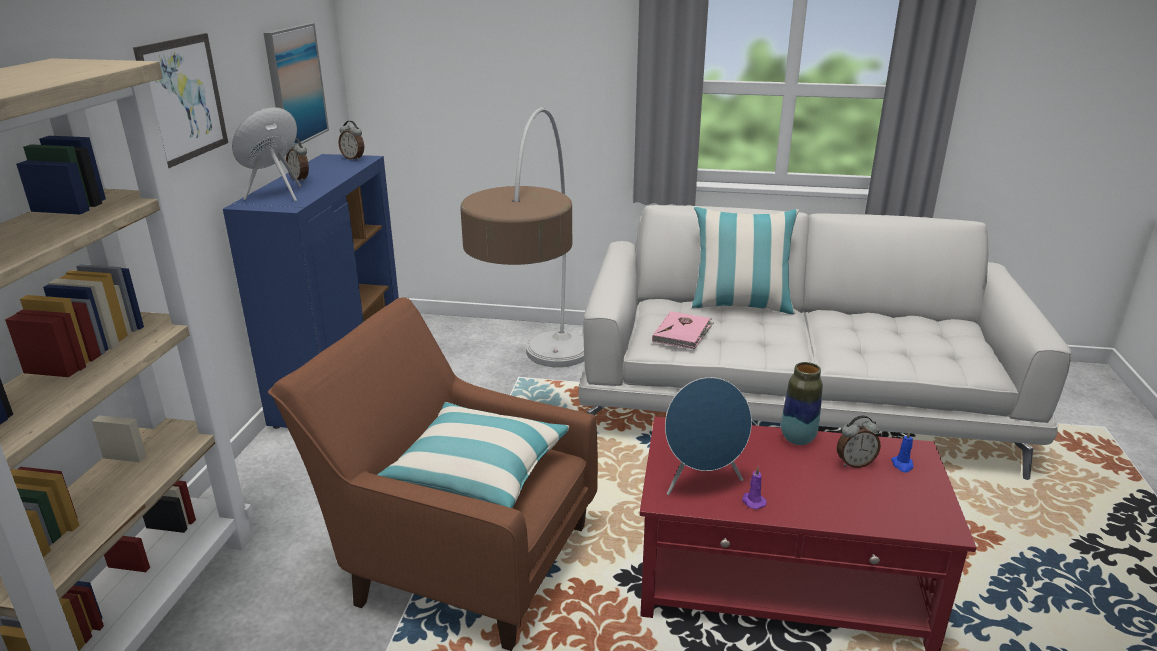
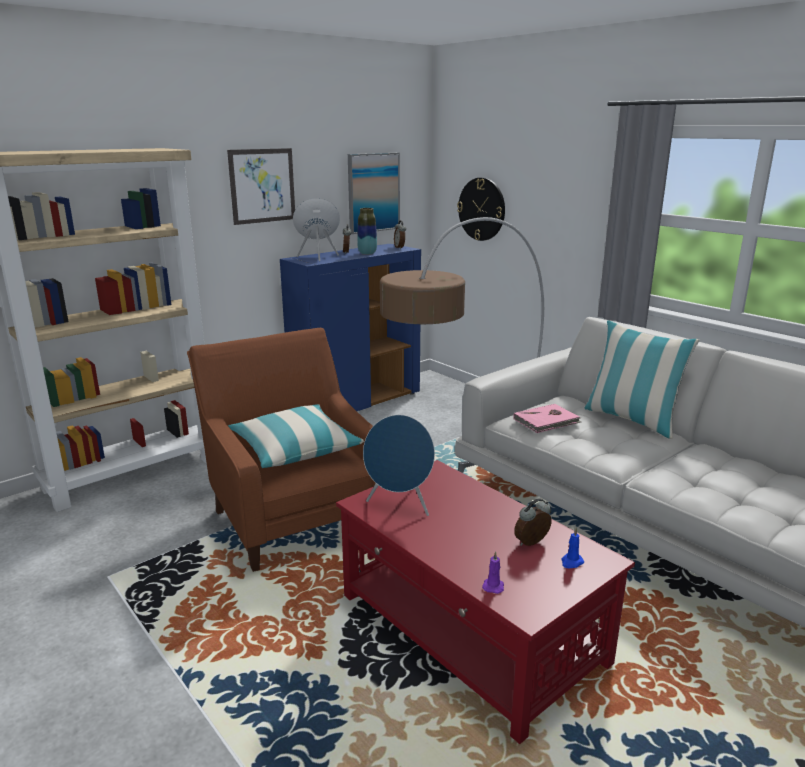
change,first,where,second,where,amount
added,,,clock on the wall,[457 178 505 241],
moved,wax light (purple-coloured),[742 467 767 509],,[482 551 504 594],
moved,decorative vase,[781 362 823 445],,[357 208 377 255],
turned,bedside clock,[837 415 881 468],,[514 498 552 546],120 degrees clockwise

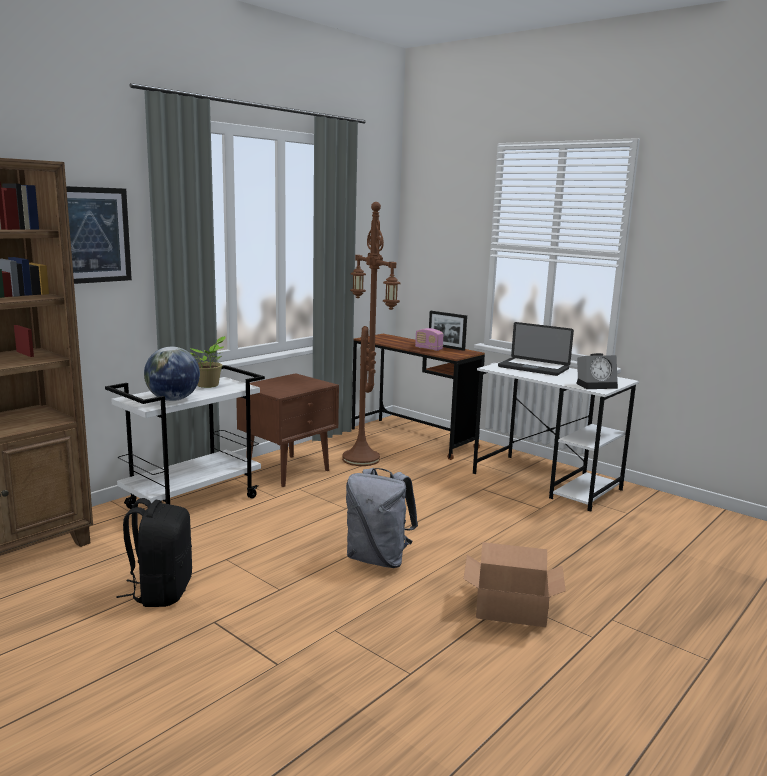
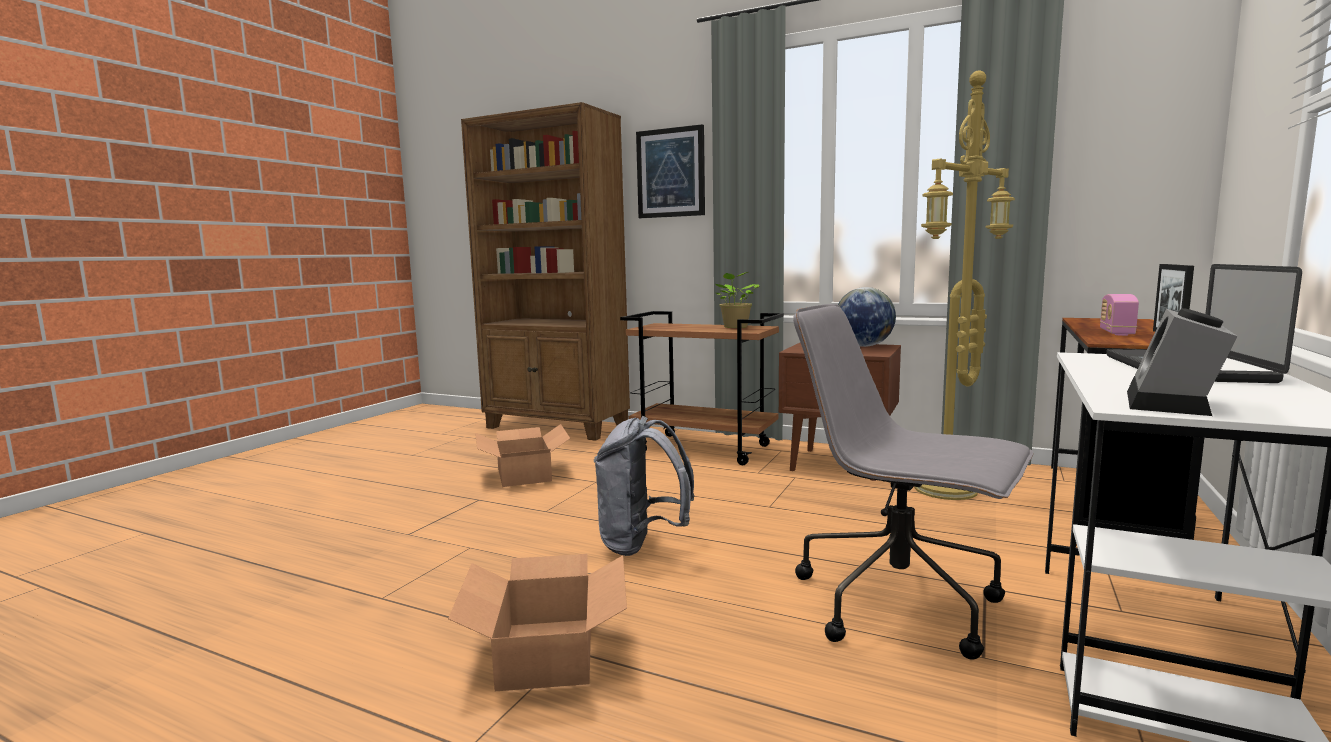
change,first,where,second,where,amount
added,,,office chair (greyish),[793 304 1033 660],
moved,desk globe,[144 347 200 401],,[838 287 896 347],
replaced,knapsack (black),[117 498 192 607],carton,[475 424 570 487],
recoloured,cart (whitish),[105 365 265 509],cart (brownish),[620 311 784 465],
recoloured,standing lamp (brownish),[342 202 401 466],standing lamp (yellowish),[914 70 1015 500],
turned,bedside clock,[576 353 618 389],,[1127 308 1238 416],60 degrees clockwise

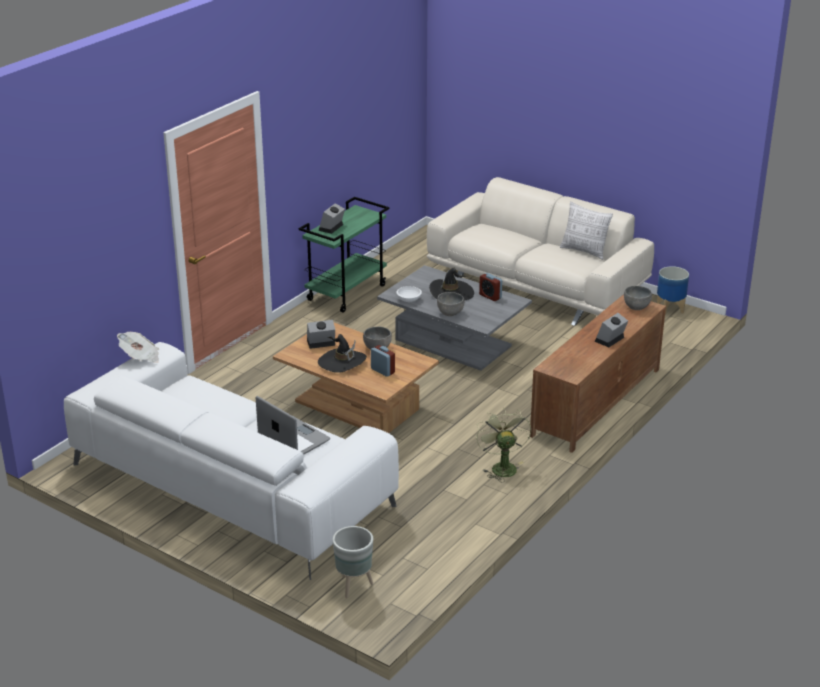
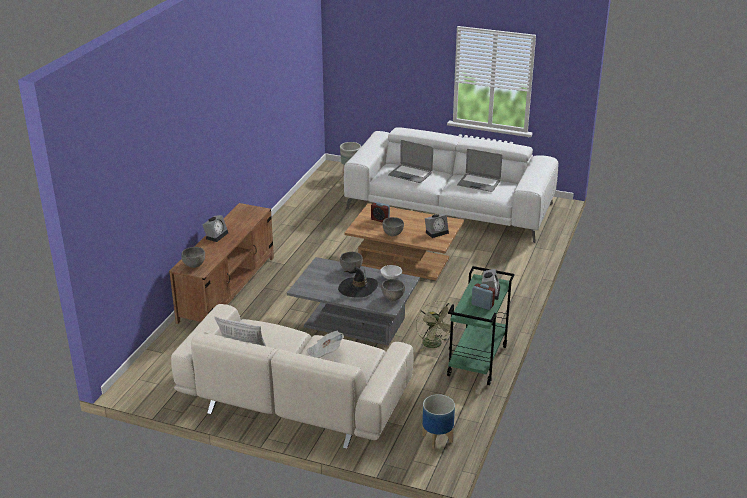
change,first,where,second,where,amount
removed,wearable hat (black),[318 334 367 373],,,
added,,,serving bowl (greyish),[381 279 405 301],
added,,,laptop,[457 149 502 192],
moved,newspaper,[117 332 159 363],,[307 331 344 358],
moved,fan (green),[476 408 531 482],,[416 301 458 351],
moved,bedside clock,[479 273 502 301],,[472 283 495 310],
moved,planter,[657 266 689 315],,[422 394 455 449],

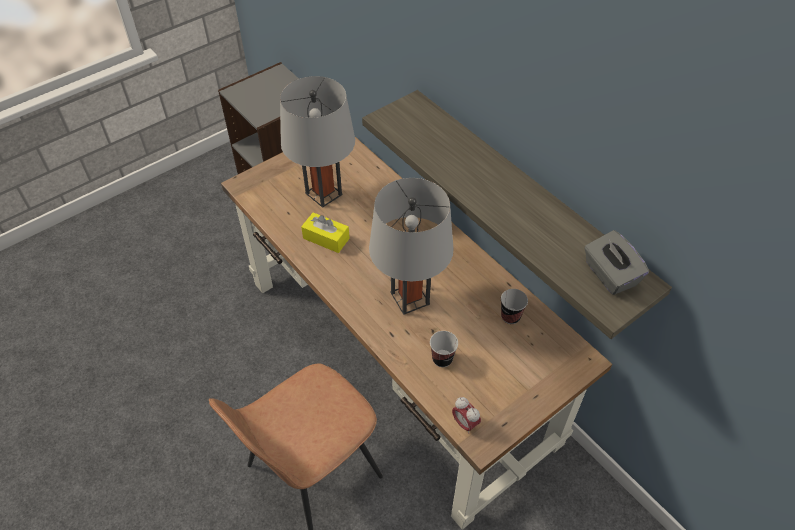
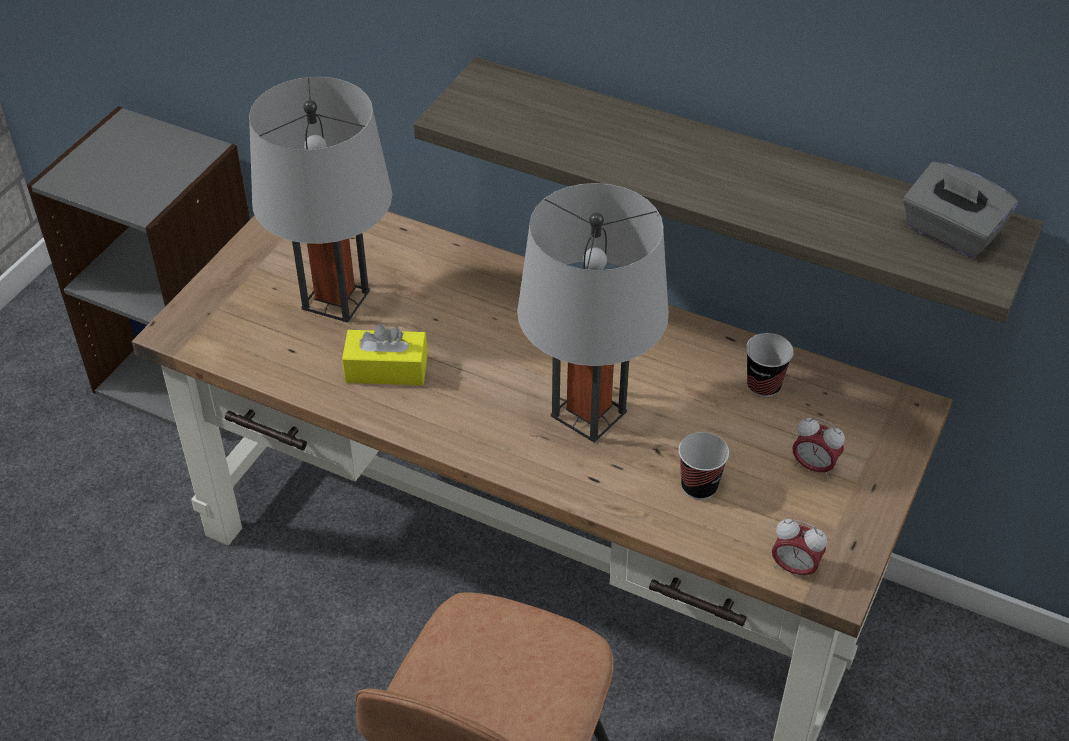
change,first,where,second,where,amount
added,,,bedside clock,[792 417 845 478],

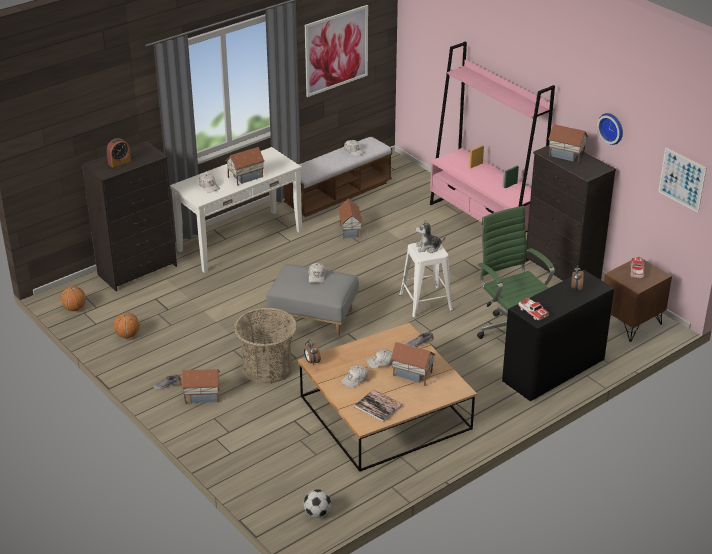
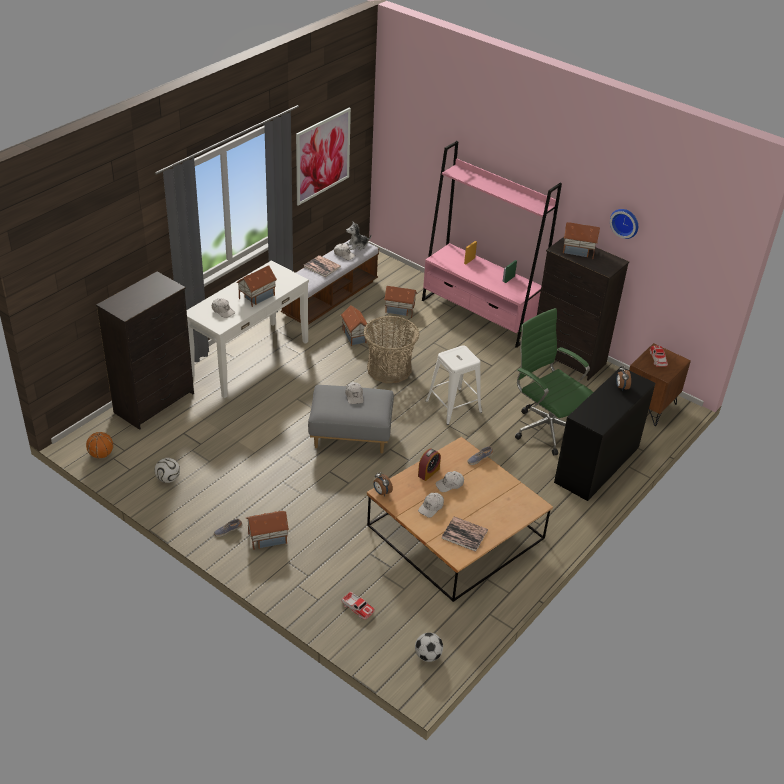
change,first,where,second,where,amount
removed,wall picture,[658 147 707 213],,,
added,,,book,[304 255 341 277],
moved,bedside clock,[107 138 131 168],,[418 449 441 481],
moved,basket,[234 308 297 384],,[363 316 419 383],
moved,miniature house,[390 342 436 386],,[384 286 417 318],
moved,soft toy,[415 219 446 253],,[346 222 371 250],
moved,toy car,[518 298 549 320],,[341 592 374 620],
replaced,basketball ball,[114 312 140 338],football,[154 458 180 483],

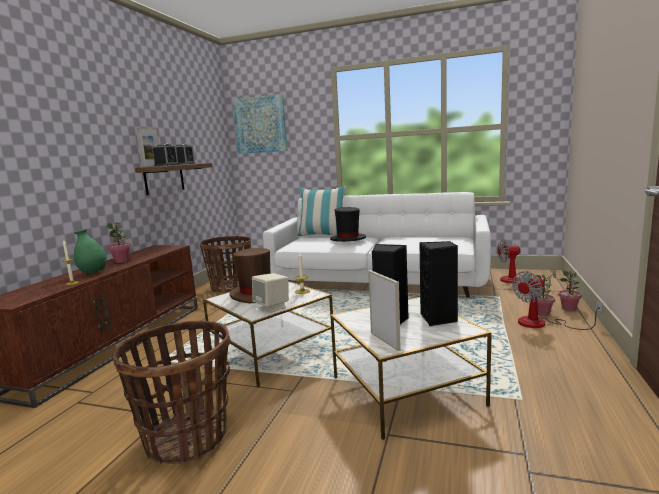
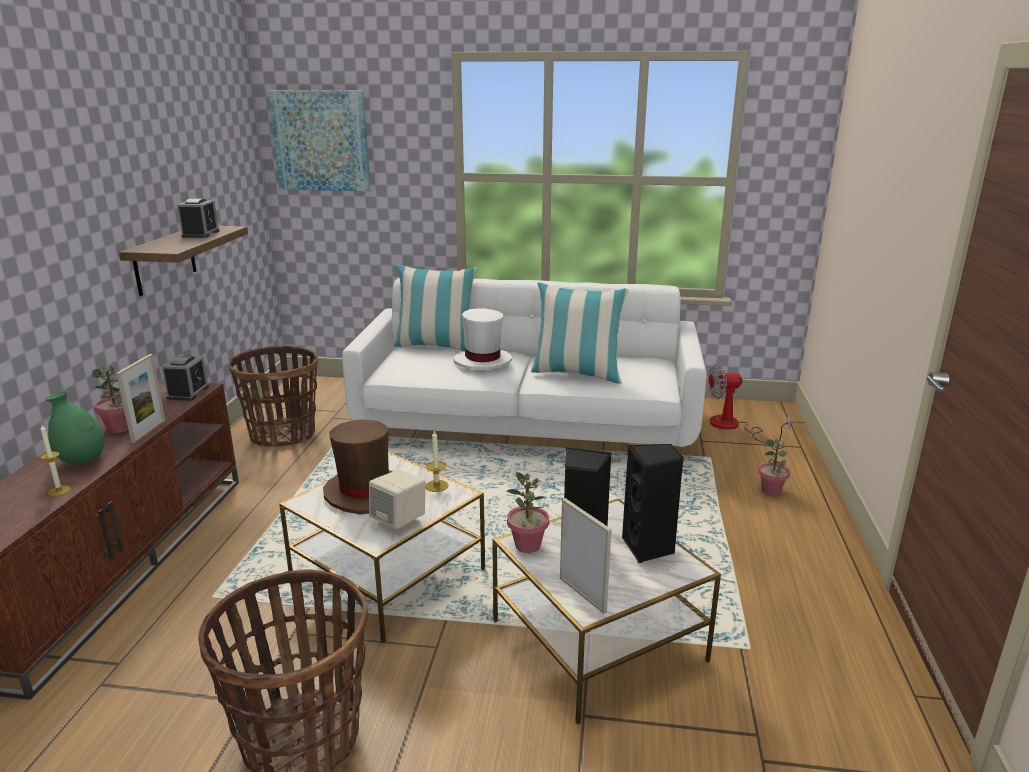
change,first,where,second,where,amount
removed,fan,[512 271 603 330],,,
added,,,cushion,[531 282 628 384],
moved,photo frame,[136 128 159 167],,[116 354 166 443],
moved,bedside clock,[152 144 179 166],,[162 356 209 401],
moved,potted plant,[558 271 582 311],,[507 472 549 553],
recoloured,wearable hat (black),[330 207 366 242],wearable hat (whitish),[453 308 512 370],

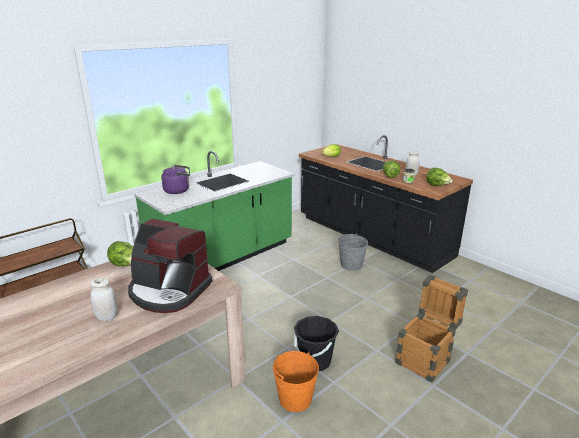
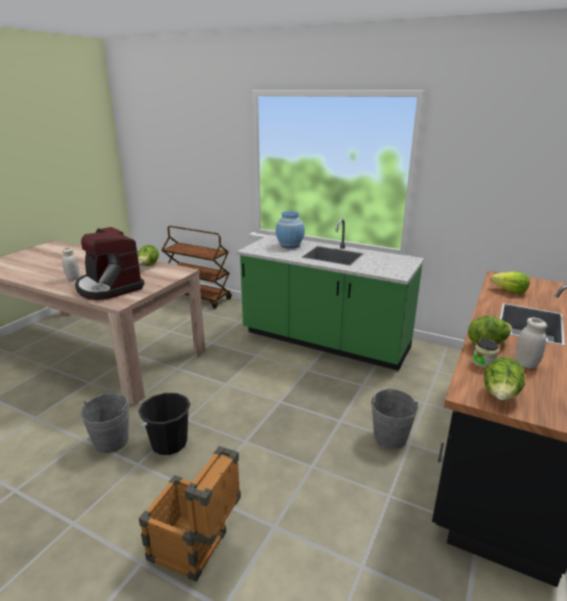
change,first,where,second,where,amount
replaced,kettle (purple-coloured),[161 165 190 194],decorative vase (blue),[276 211 305 248],
recoloured,pail (orange),[273 351 319 412],pail (greyish),[80 393 129 453],
turned,coffee machine,[128 219 212 313],,[75 227 144 300],45 degrees counterclockwise

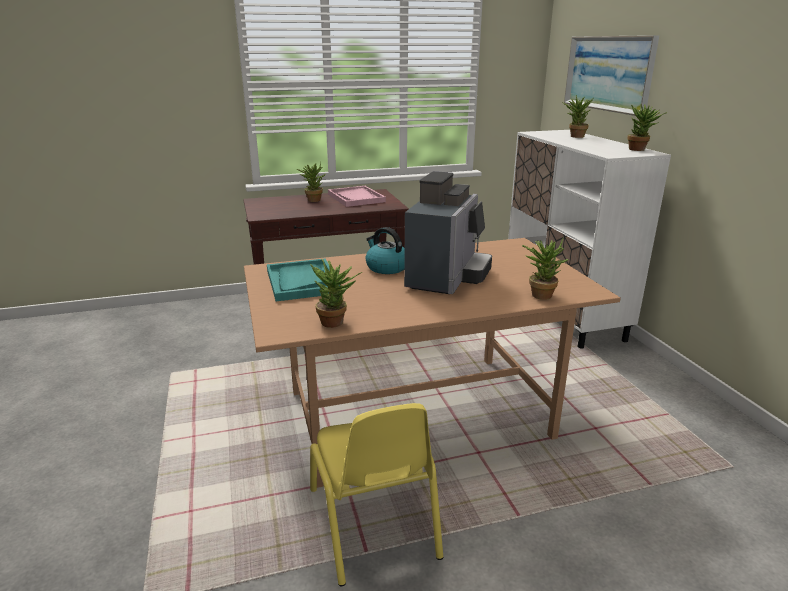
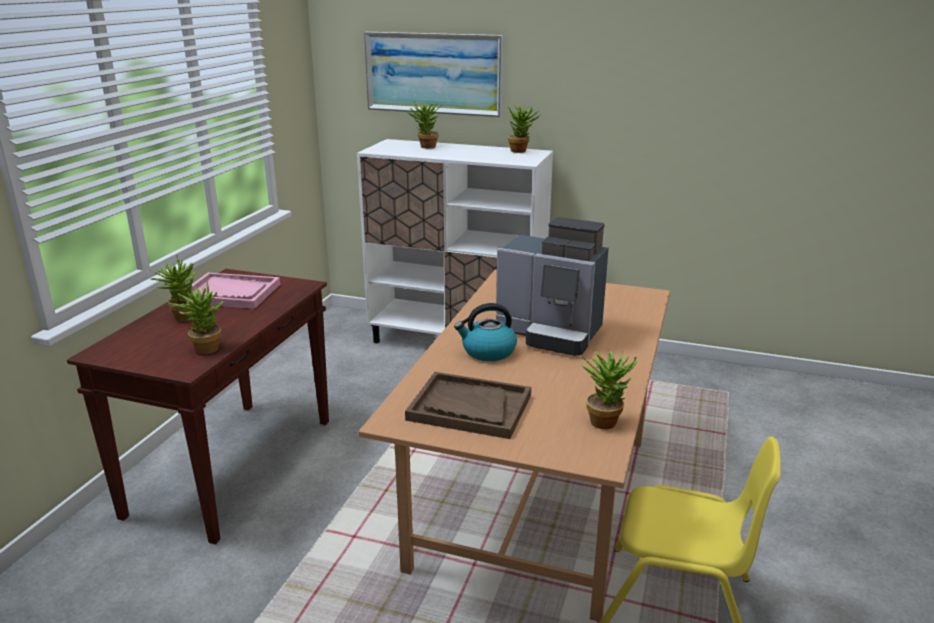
change,first,where,second,where,amount
moved,potted plant,[522 238 569 300],,[168 282 224 354],
recoloured,tray (blue-green),[267 258 340 301],tray (brownish),[405 372 531 439],
turned,coffee machine,[404 171 492 294],,[496 217 609 356],150 degrees clockwise

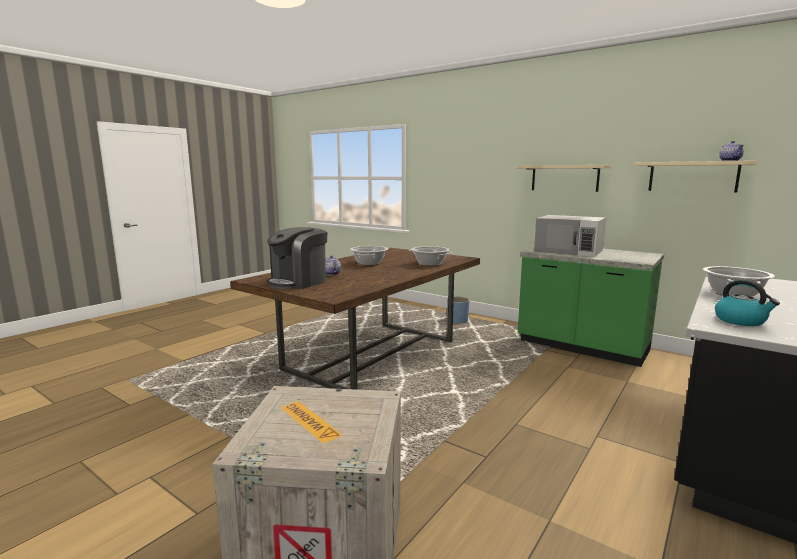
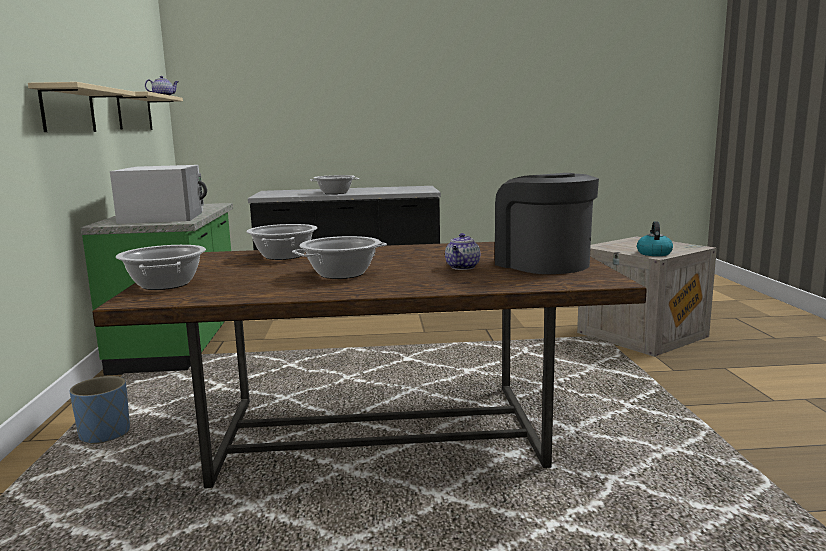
change,first,where,second,where,amount
added,,,saucepot,[116 245 206 290],
moved,kettle,[715 280 780 326],,[637 221 673 256],
turned,coffee machine,[267 227 327 289],,[495 173 599 274],120 degrees counterclockwise

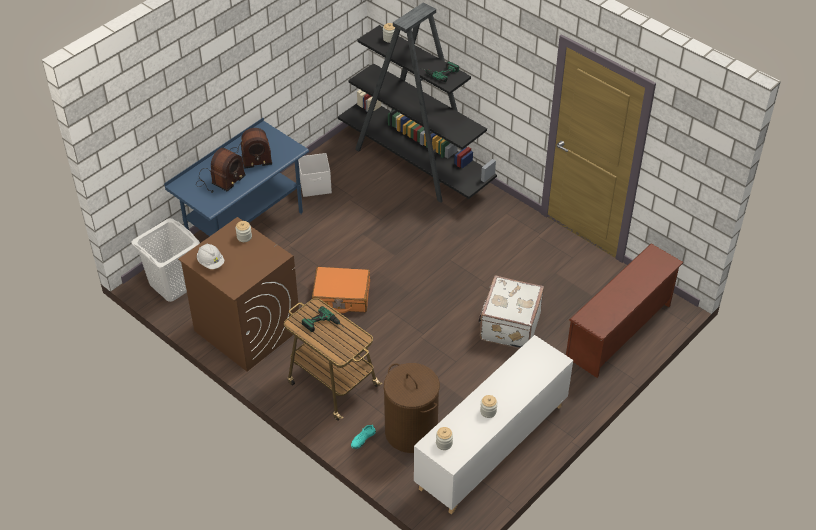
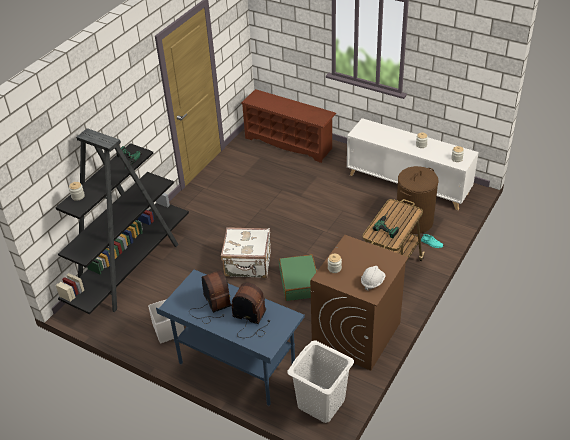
change,first,where,second,where,amount
moved,suitcase (whitish),[478 275 544 349],,[221 227 271 278],
recoloured,suitcase (orange),[312 267 370 313],suitcase (green),[279 254 318 301],

